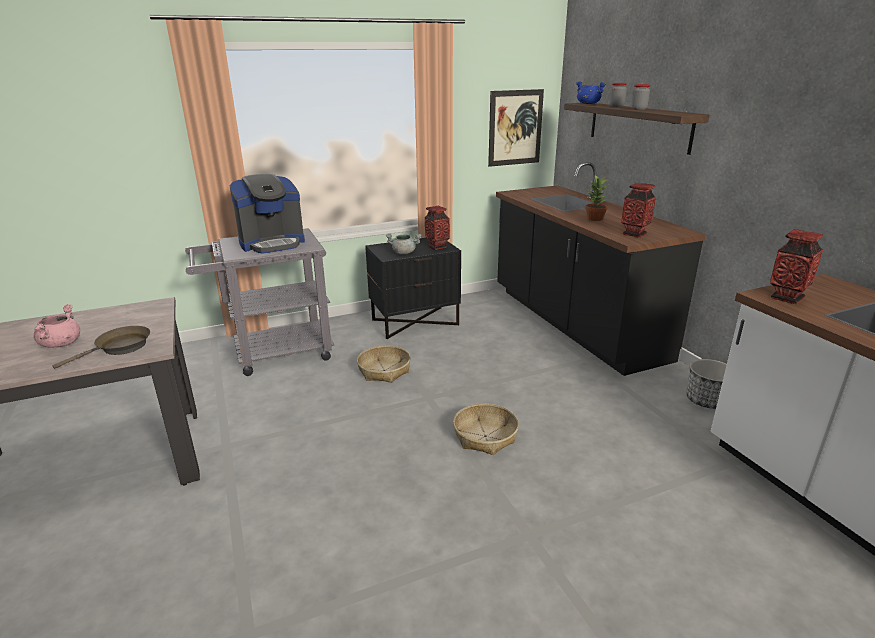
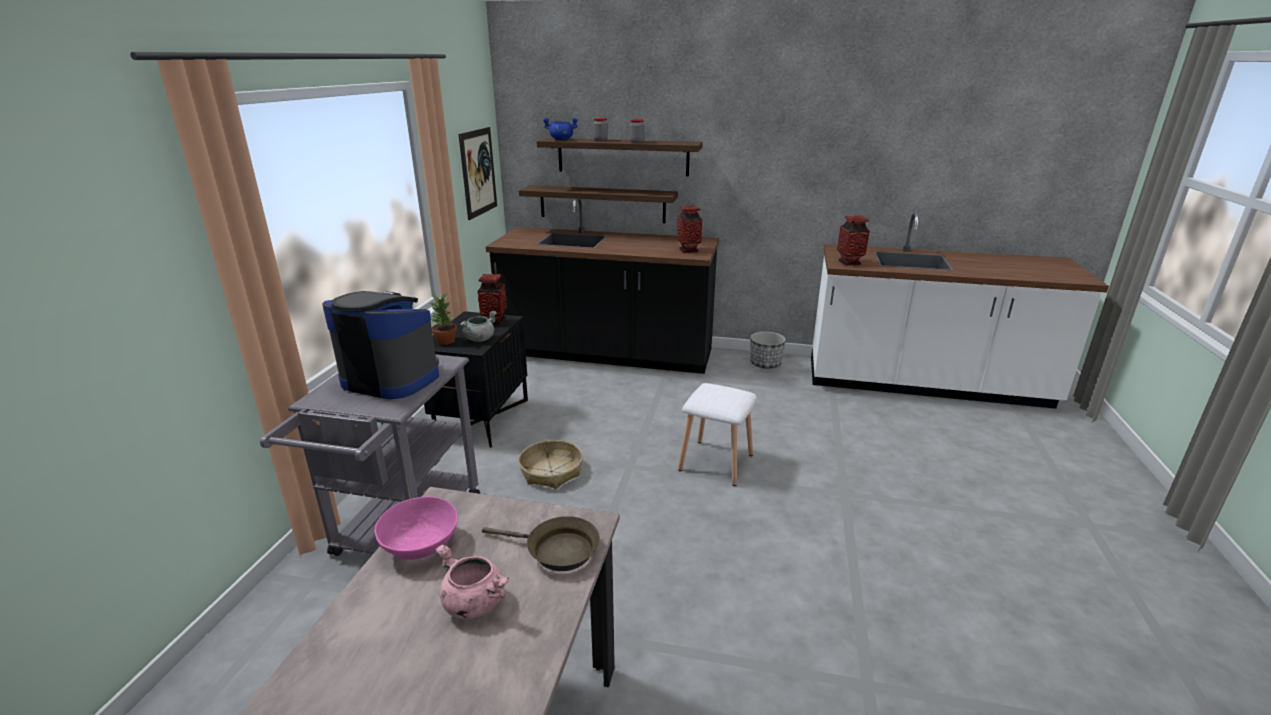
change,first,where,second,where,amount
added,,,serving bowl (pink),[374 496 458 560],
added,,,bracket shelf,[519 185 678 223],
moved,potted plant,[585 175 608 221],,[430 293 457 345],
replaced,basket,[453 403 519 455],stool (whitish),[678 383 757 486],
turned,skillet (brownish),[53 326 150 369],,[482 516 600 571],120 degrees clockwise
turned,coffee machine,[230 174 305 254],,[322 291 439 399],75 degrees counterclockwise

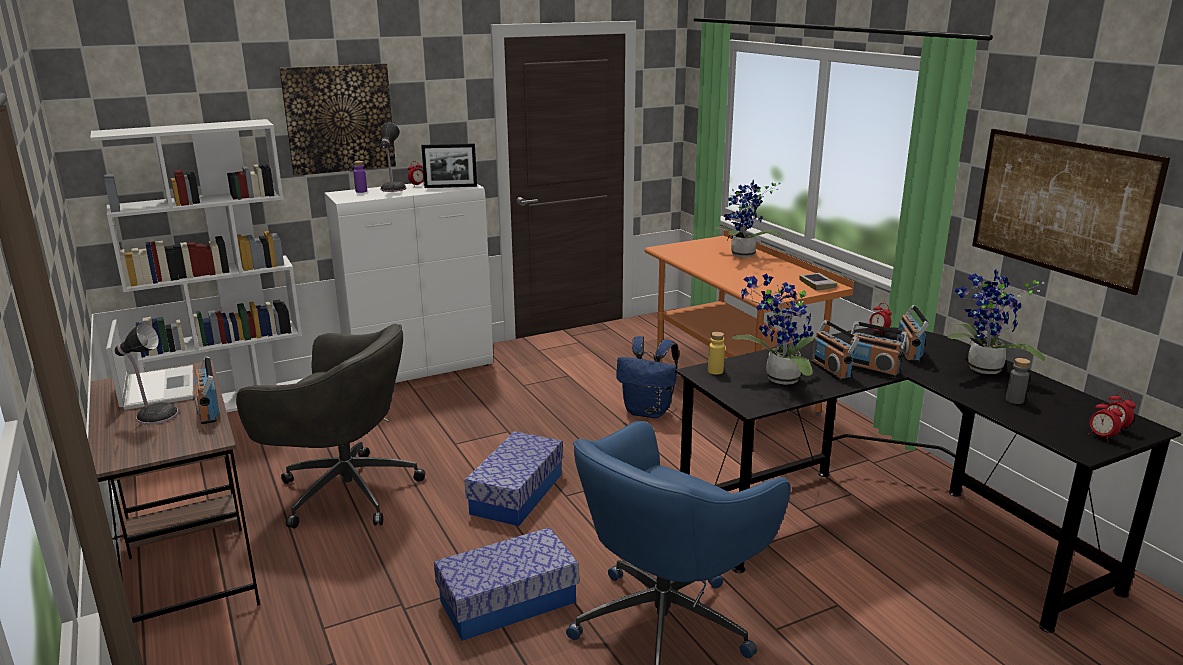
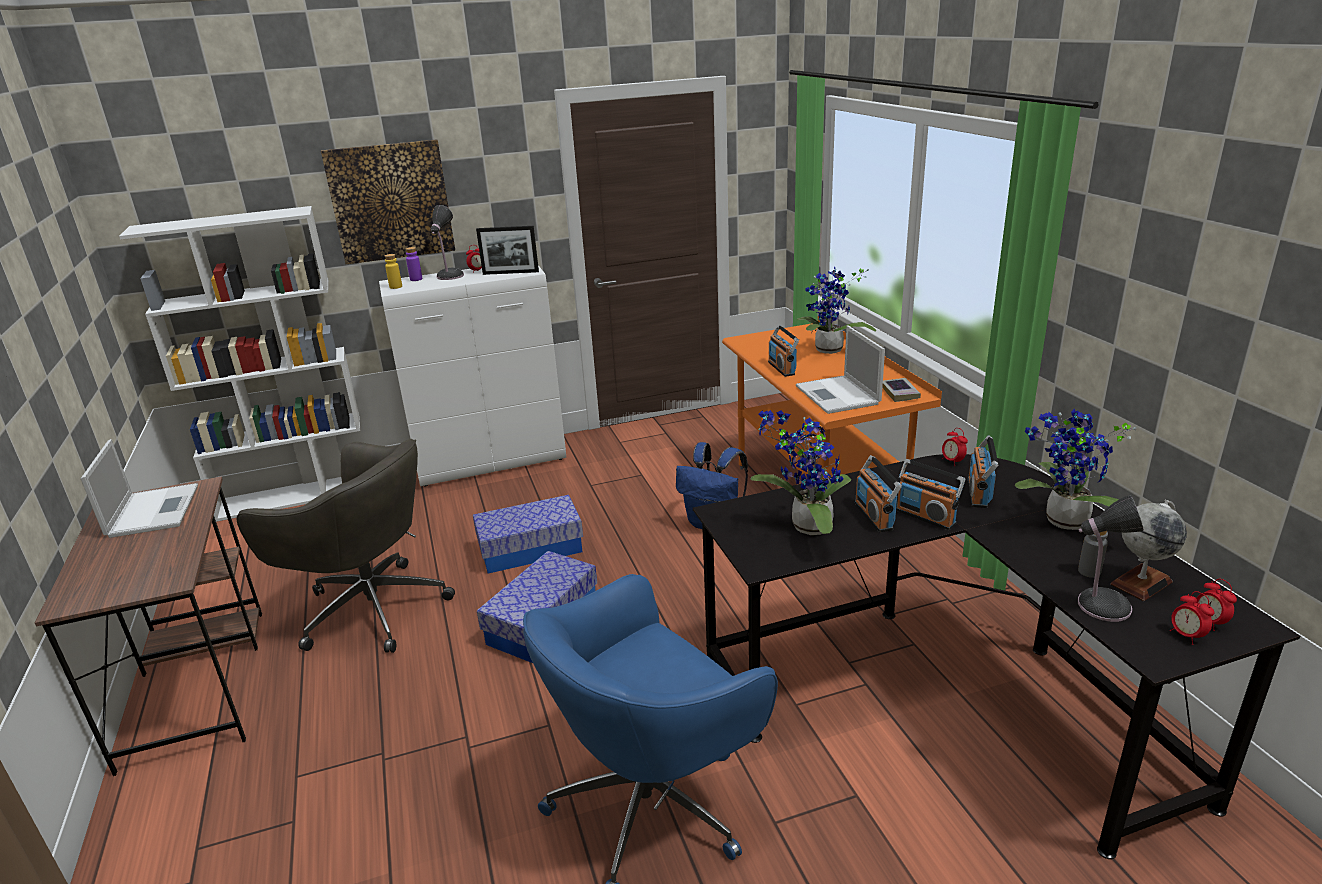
change,first,where,second,where,amount
removed,wall picture,[972 129 1170 295],,,
added,,,laptop,[796 325 885 414],
added,,,desk globe,[1110 500 1187 601],
moved,tabletop lamp,[115 323 178 425],,[1078 495 1144 622],
moved,radio set,[194 356 219 424],,[768 325 799 377],
moved,storage box,[434 527 579 641],,[473 495 583 574],
moved,bottle (yellowish),[708 332 725 375],,[385 254 402 289],

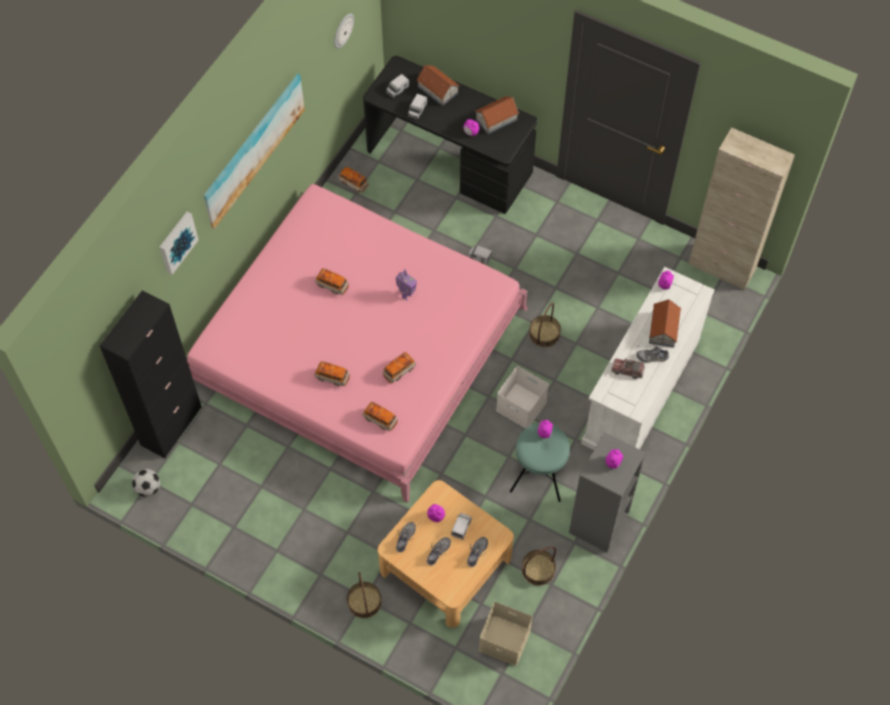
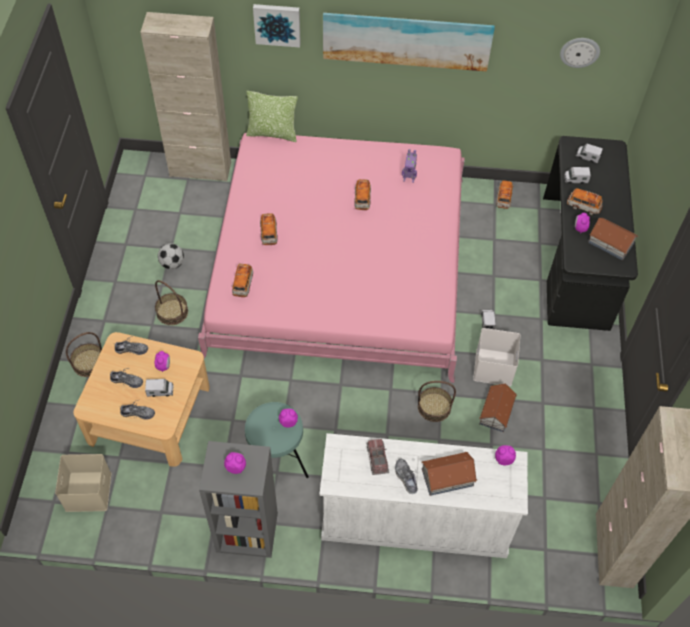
change,first,where,second,where,amount
added,,,cushion,[246 91 298 142],
moved,football,[132 469 160 497],,[158 243 184 269],
moved,toy car,[383 352 416 383],,[567 188 603 215],
moved,toy robot,[396 269 417 301],,[402 149 417 183],
moved,miniature house,[416 65 460 106],,[479 383 517 432],
moved,storage box (whitish),[496 366 549 428],,[473 328 520 386],
moved,basket,[522 546 556 586],,[155 280 188 325],
recoloured,cabinet (black),[100 290 202 458],cabinet (sand-coloured),[140 12 231 182],

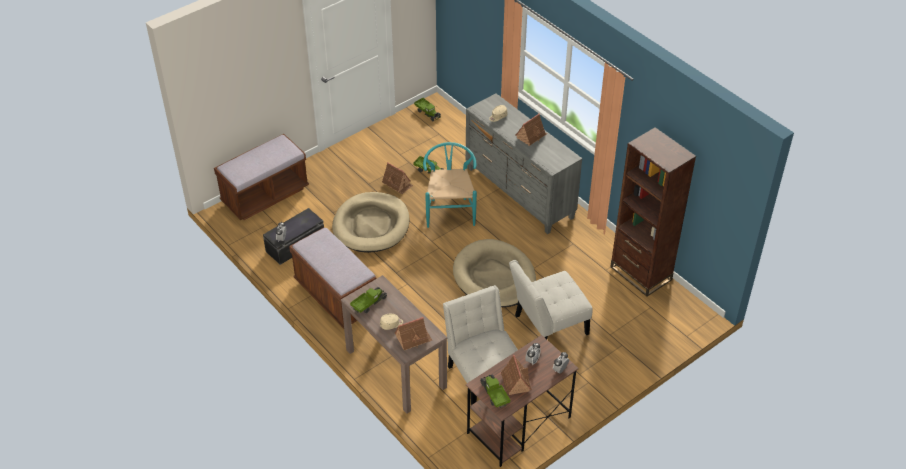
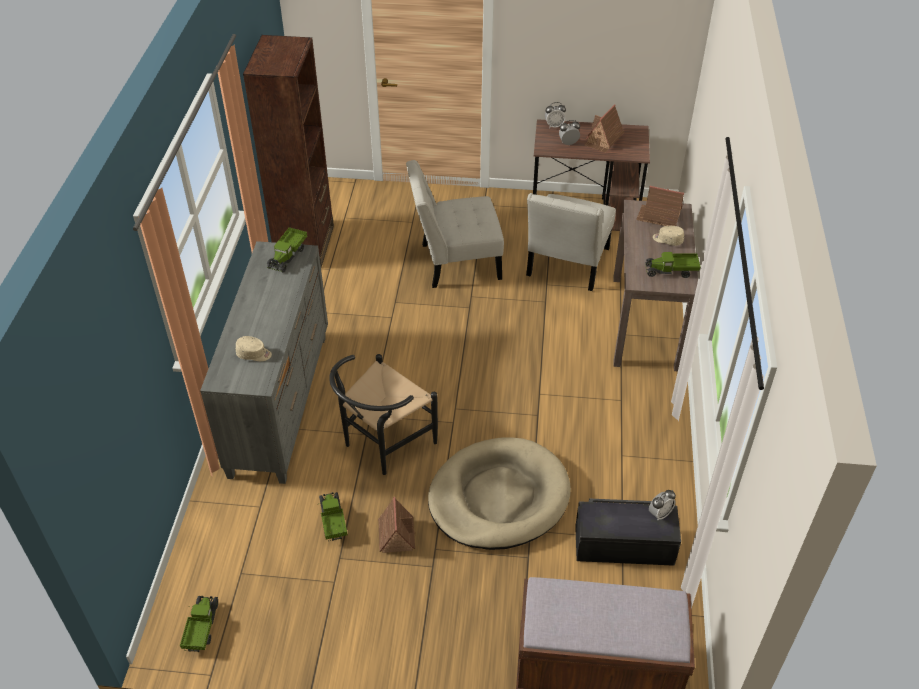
change,first,where,second,where,amount
removed,long seat (brownish),[289 227 376 329],,,
removed,pet bed (sand-coloured),[453 239 536 307],,,
removed,miniature house,[515 114 548 146],,,
moved,toy lorry,[480 374 510 409],,[267 227 307 273],
recoloured,chair (blue-green),[423 142 477 228],chair (black),[329 354 438 475],
turned,chair (whitish),[509 260 593 339],,[406 160 504 288],150 degrees clockwise

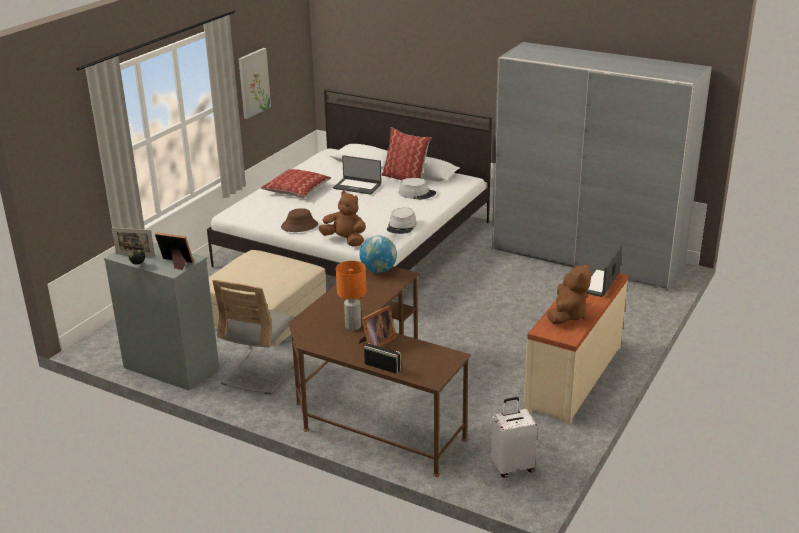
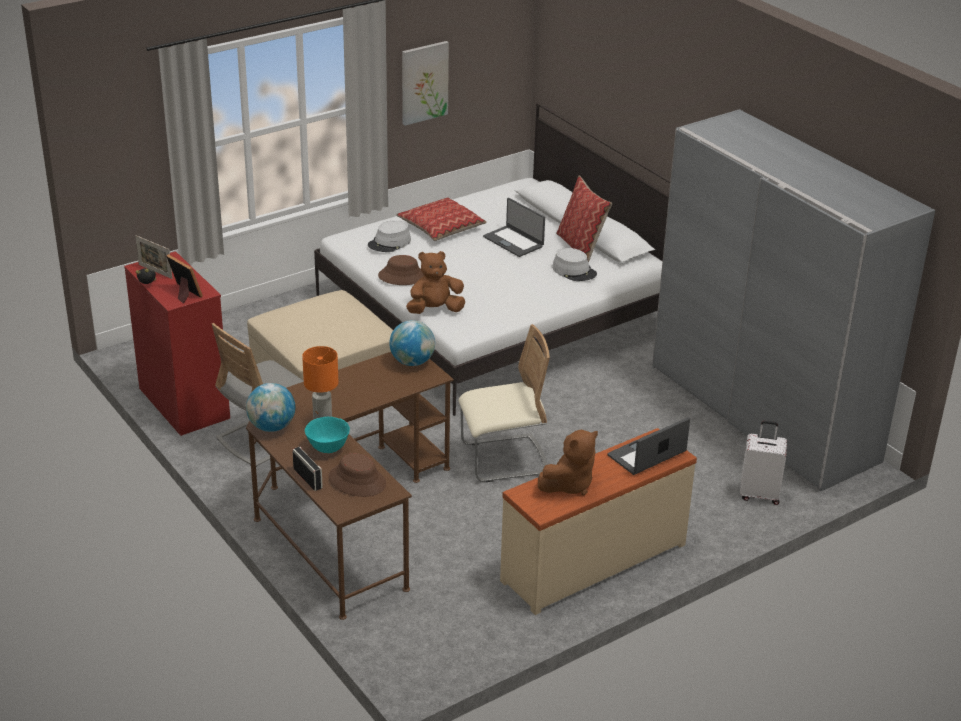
change,first,where,second,where,amount
added,,,desk globe,[246 383 295 432],
added,,,wearable hat (brownish),[329 453 386 497],
added,,,chair (sand-coloured),[459 324 550 482],
moved,wearable hat (greyish),[387 207 417 234],,[368 220 411 252],
moved,suitcase (whitish),[491 397 537 477],,[740 421 787 505],
replaced,photo frame,[359 306 397 347],serving bowl (blue-green),[305 417 350 453],
recoloured,dresser (greyish),[104 243 219 391],dresser (reddish),[124 251 230 436],
turned,soft toy (brownish),[318 191 366 247],,[406 251 465 314],75 degrees counterclockwise

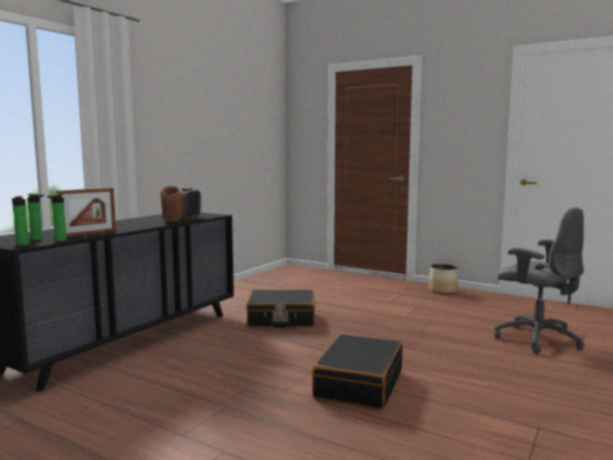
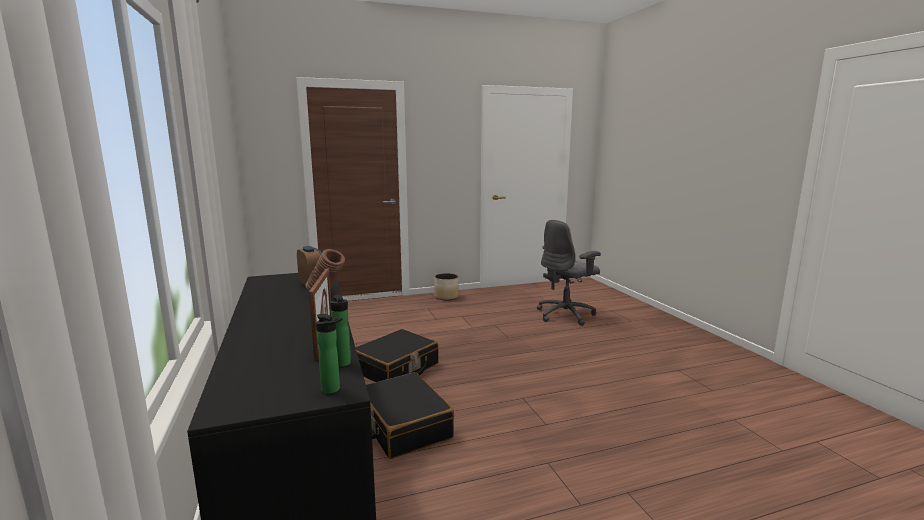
change,first,where,second,where,amount
removed,bottle,[27 194 44 240],,,
moved,suitcase (black),[312 334 403 409],,[366 372 454 459],
turned,office chair (greyish),[494 207 584 354],,[537 220 601 326],150 degrees clockwise

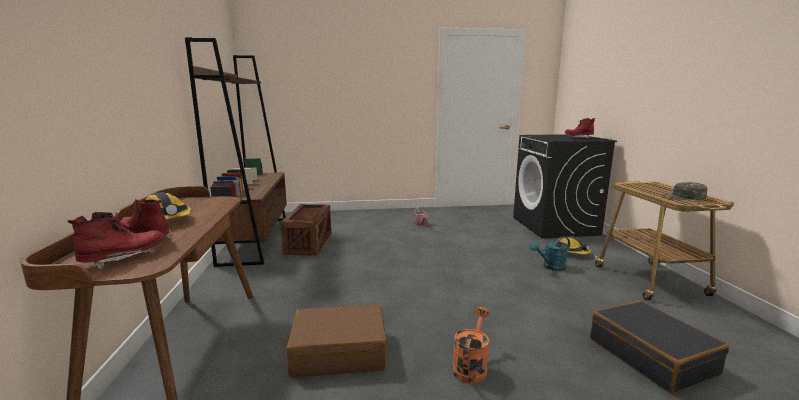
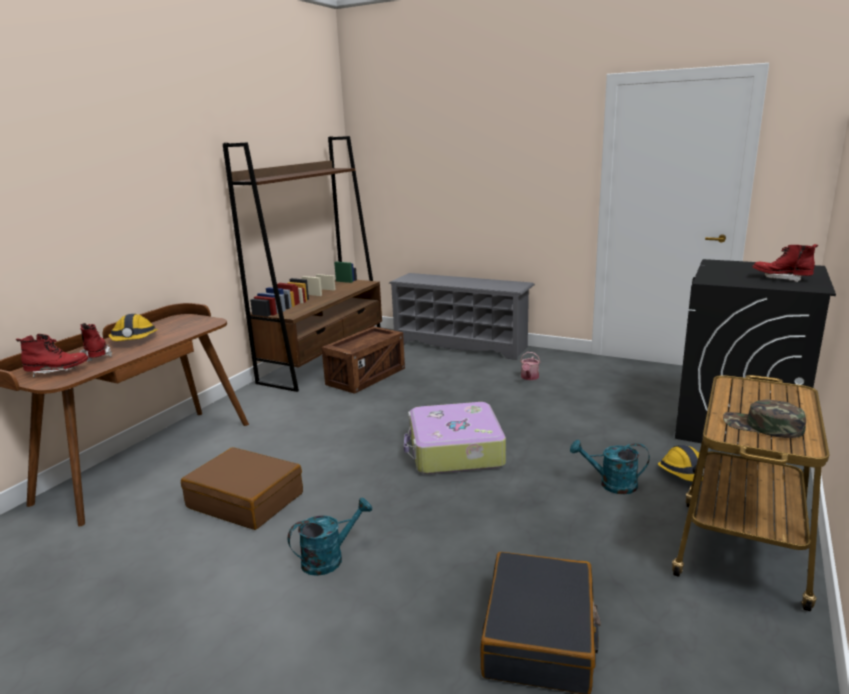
change,first,where,second,where,amount
added,,,shoe stand (greyish),[389 273 535 360],
added,,,suitcase,[404 402 506 474],
recoloured,watering can (orange),[452 307 489 384],watering can (blue-green),[288 497 372 576],

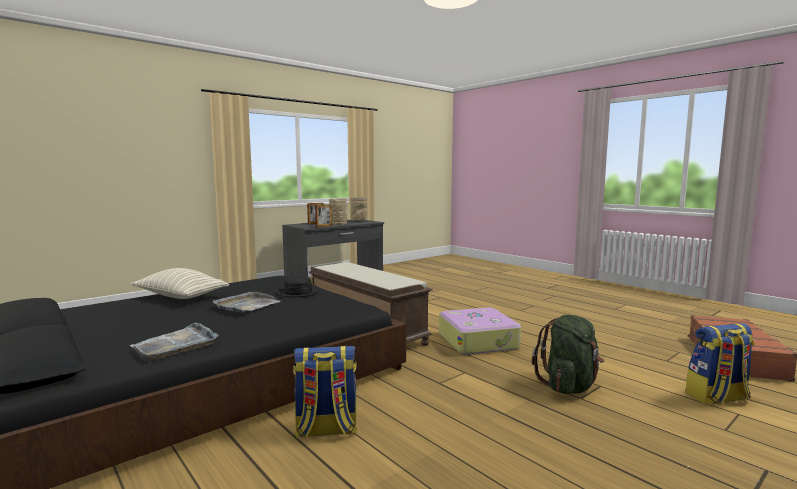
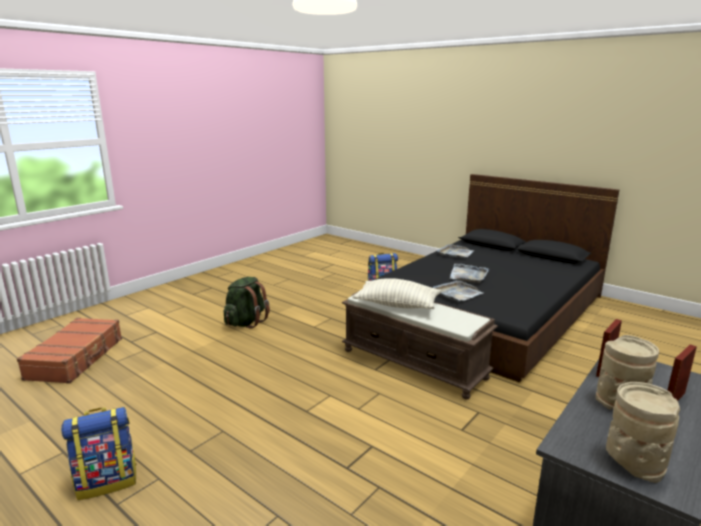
change,first,where,second,where,amount
removed,suitcase,[439 308 521 355],,,
moved,cushion,[131 268 229 299],,[352 278 441 309],
moved,knapsack,[685 323 755 405],,[61 407 137 500],
replaced,wearable hat (black),[277 276 319 297],tray (greyish),[433 281 483 302],

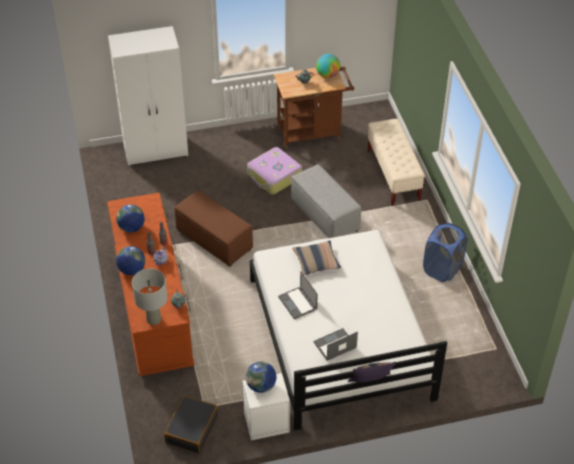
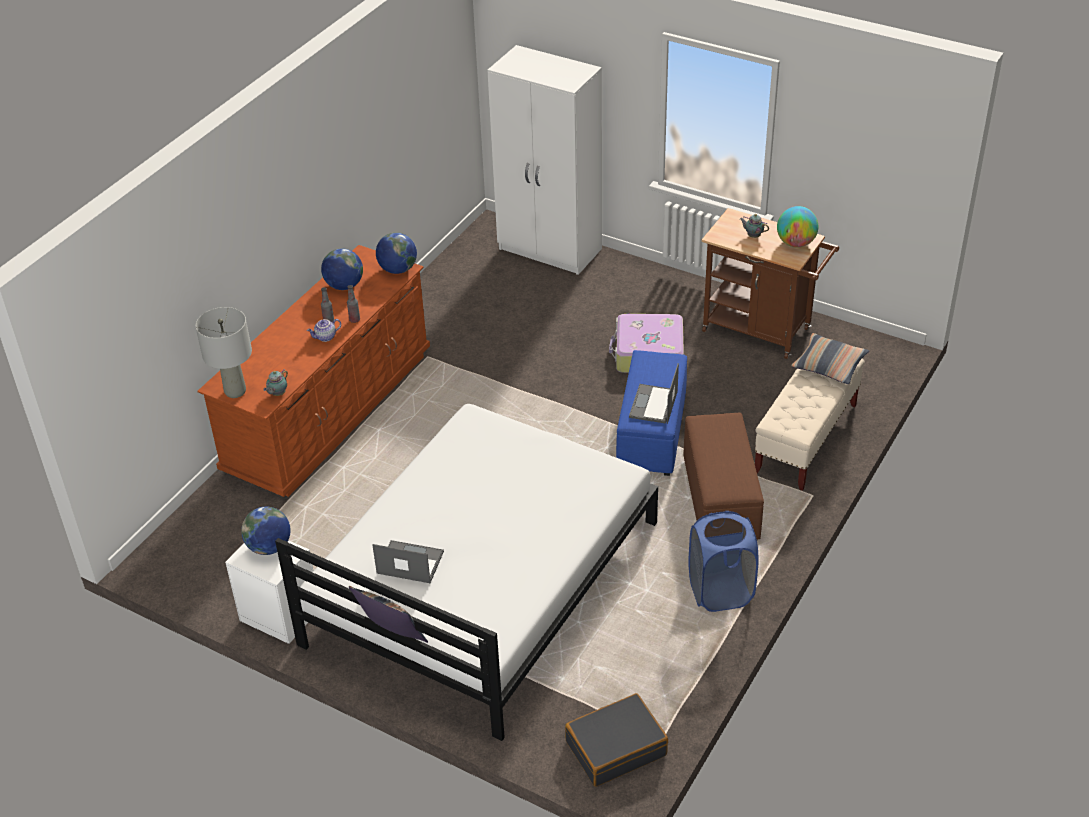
change,first,where,second,where,amount
moved,desk globe,[116 246 145 275],,[376 233 417 274],
moved,suitcase (black),[164 396 218 453],,[565 693 668 787],
moved,footrest (brownish),[174 190 253 267],,[683 412 764 540],
moved,laptop,[278 271 318 319],,[629 363 679 424],
moved,cushion,[292 241 341 275],,[791 333 869 384],
recoloured,footrest (greyish),[291 164 361 238],footrest (blue),[616 350 687 476],

